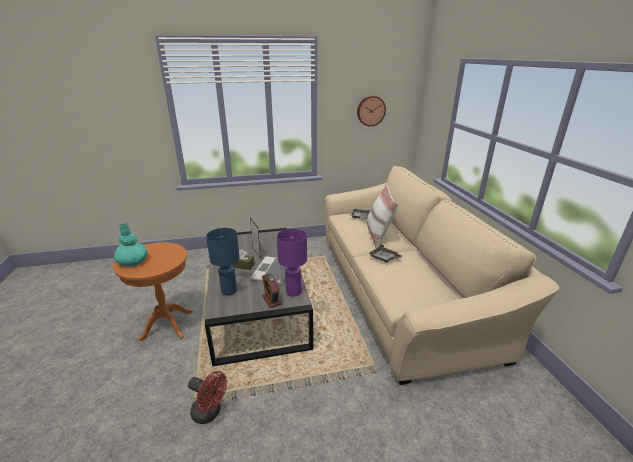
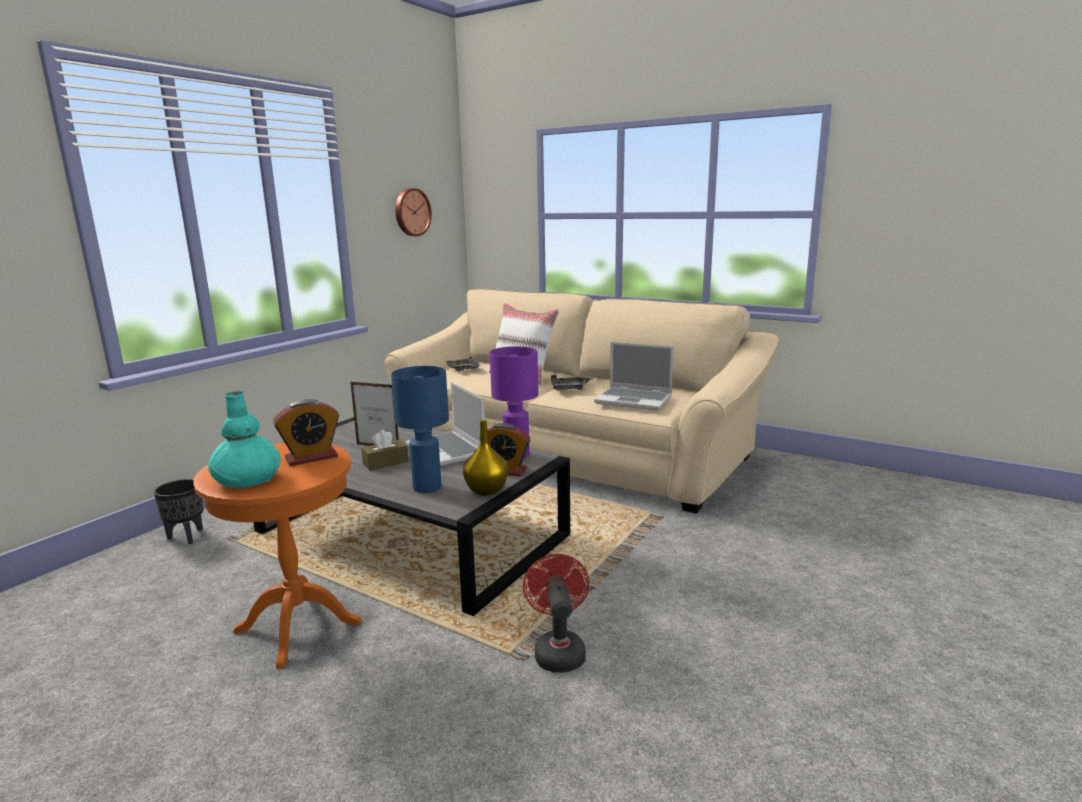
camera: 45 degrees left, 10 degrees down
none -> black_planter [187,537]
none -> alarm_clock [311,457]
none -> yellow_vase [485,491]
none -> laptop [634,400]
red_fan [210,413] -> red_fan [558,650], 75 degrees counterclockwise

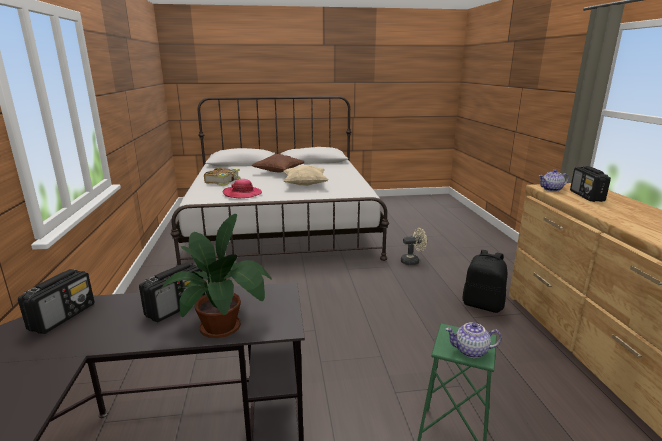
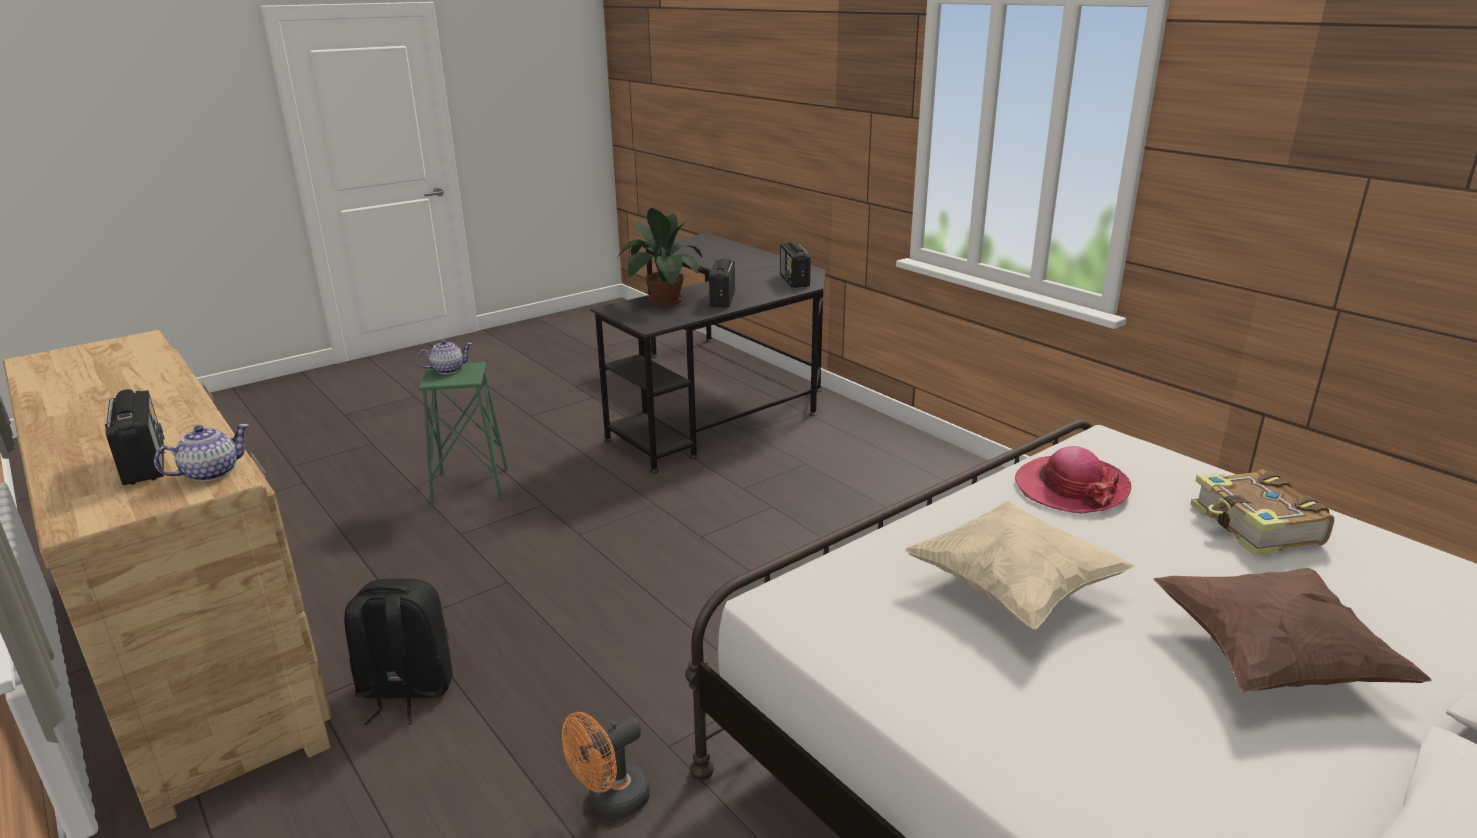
camera: 150 degrees right, 5 degrees up
beige_fan [412,261] -> orange_fan [610,801]

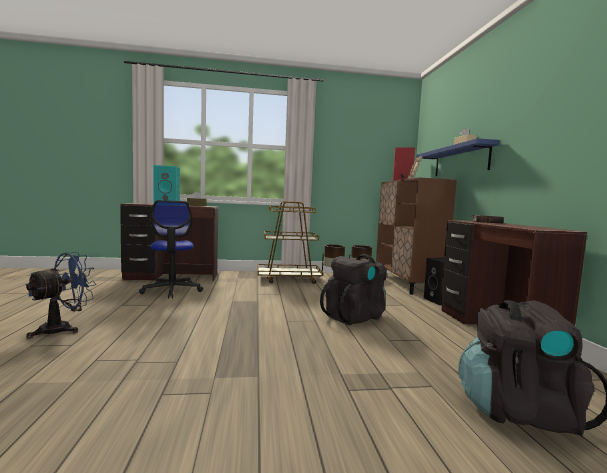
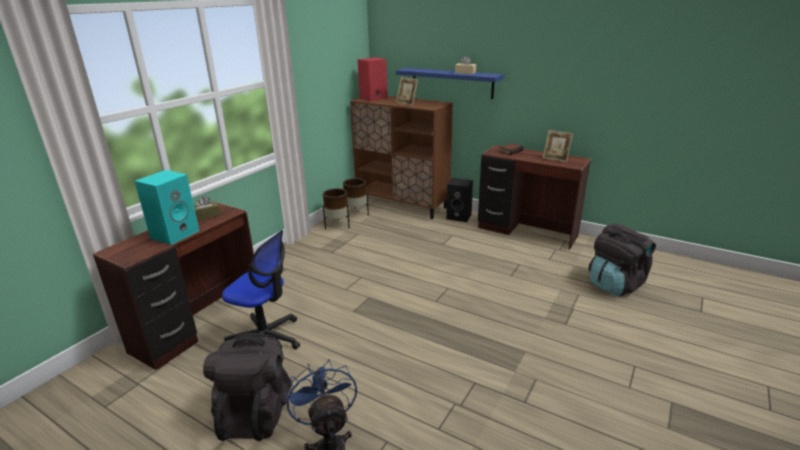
camera: 50 degrees left, 20 degrees up
brown_cart [289,279] -> none
none -> picture_frame [556,159]
black_backpack [355,317] -> black_backpack [256,412], relocated

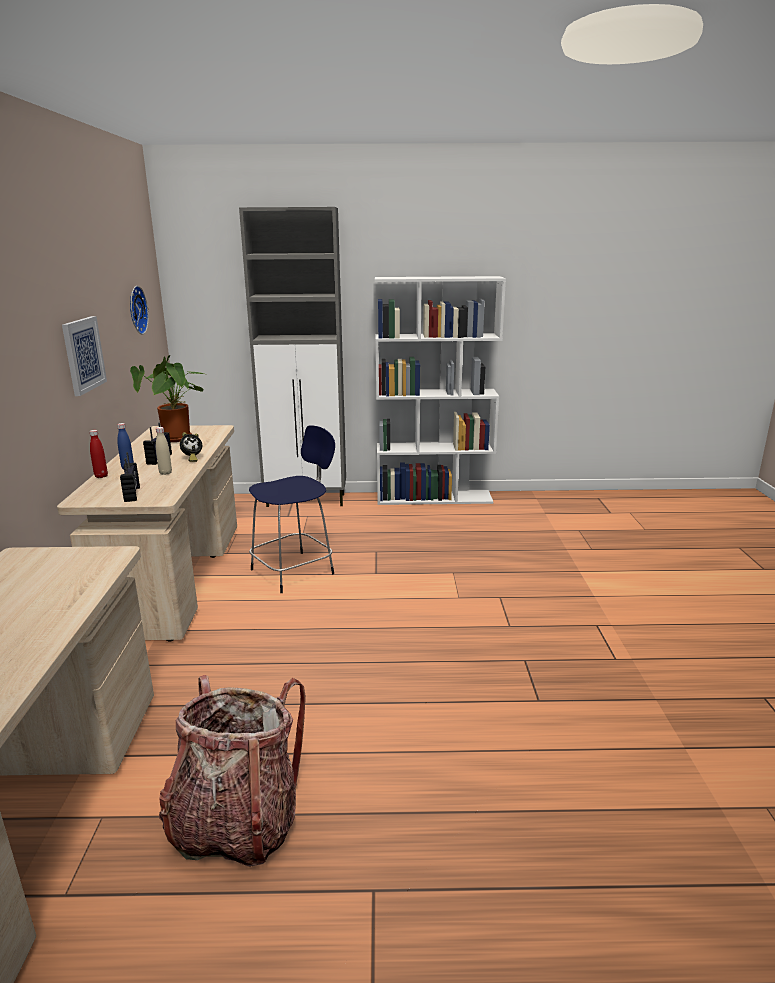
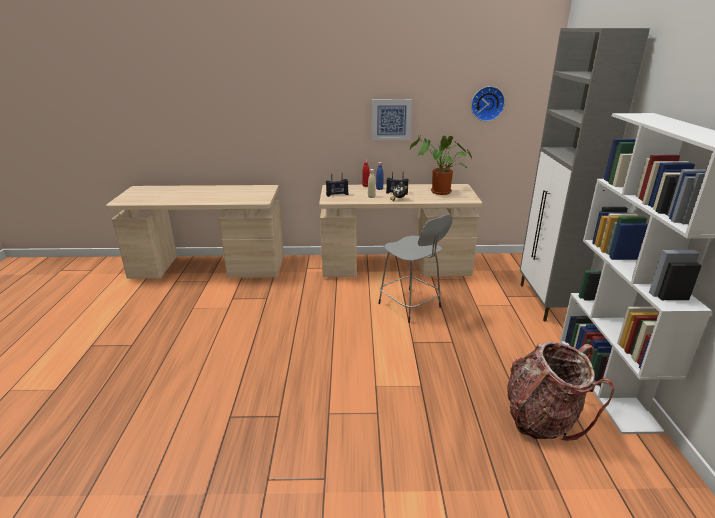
camera: 90 degrees right, 5 degrees up
backpack [237,823] -> backpack [542,418], relocated
blue_stool [295,571] -> grey_stool [411,306]

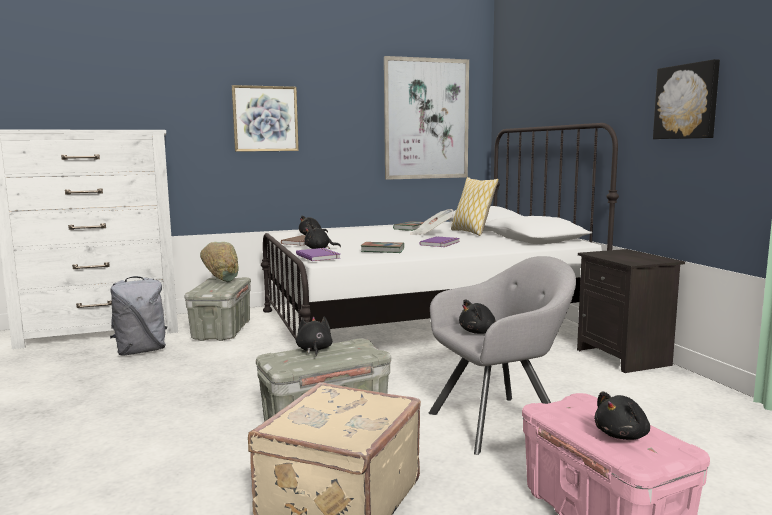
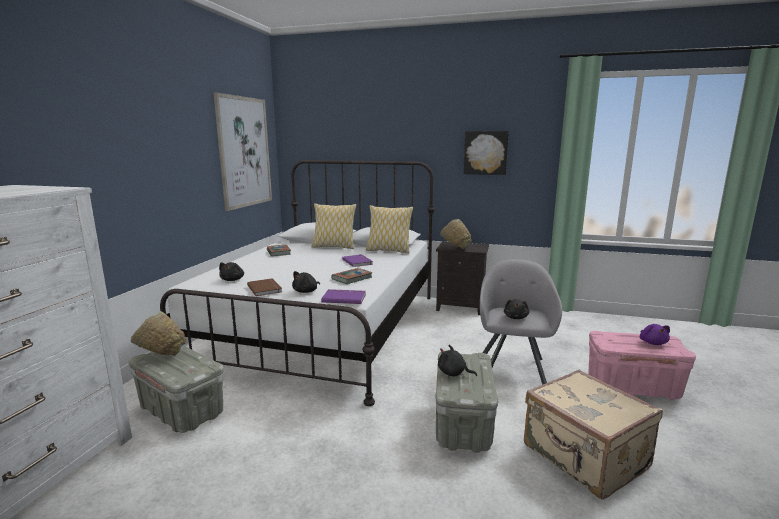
camera: 55 degrees left, 5 degrees up
grey_backpack [141,351] -> none
picture [265,119] -> none
newspaper [431,234] -> none
none -> pillow [388,251]
none -> green_bowl [455,248]
black_plush_toy [623,435] -> purple_plush_toy [652,342]

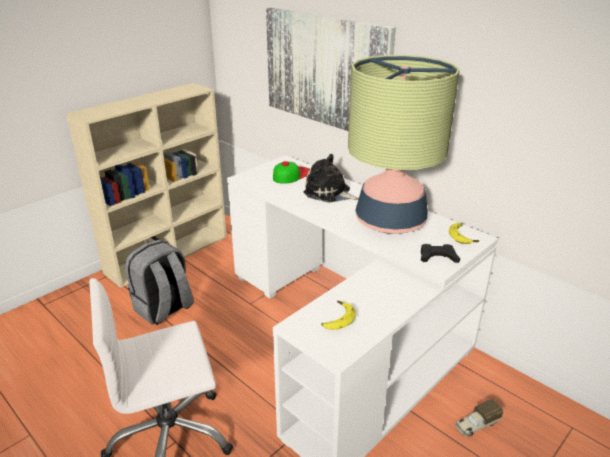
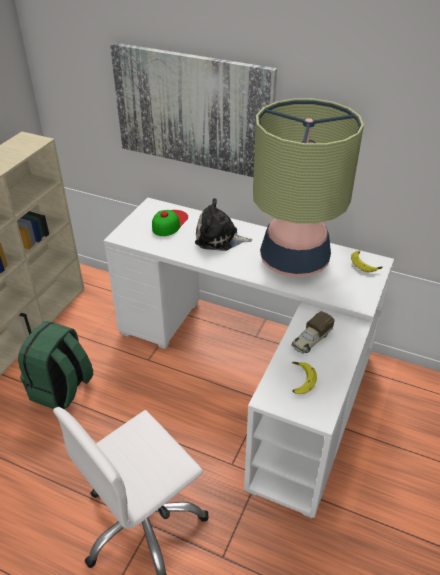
camera: 20 degrees left, 10 degrees up
black_game_controller [438,257] -> none
toy_truck [476,425] -> toy_truck [310,340], relocated
grey_backpack [164,309] -> green_backpack [62,389]

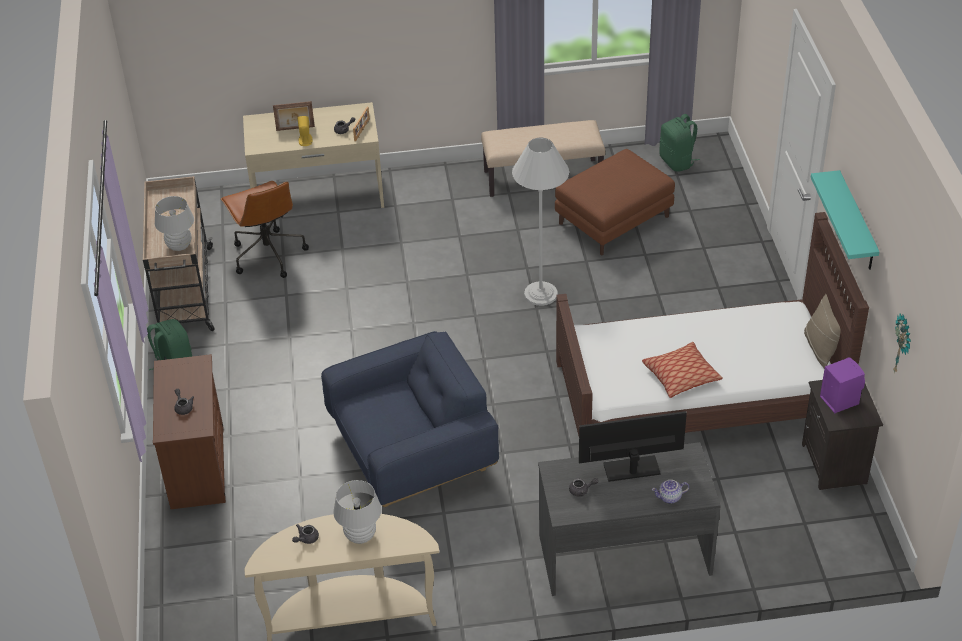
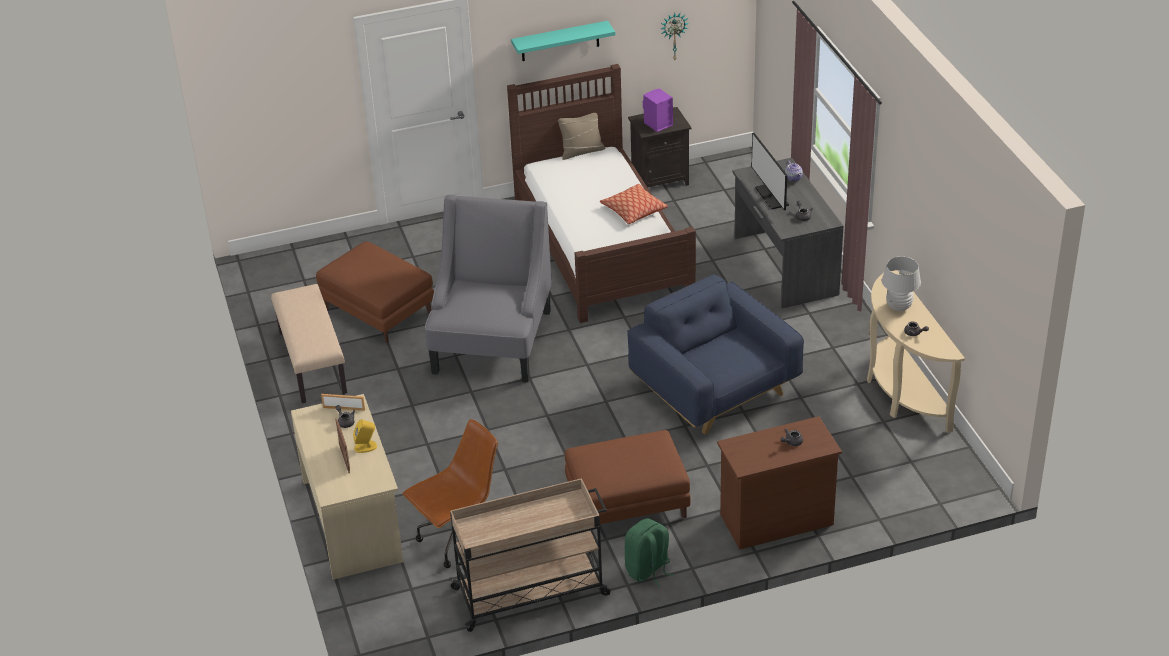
camera: 100 degrees left, 5 degrees down
white_table_lamp [179,246] -> none
green_backpack [677,162] -> none
none -> brown_ottoman [626,504]
white_floor_lamp [541,294] -> grey_armchair [492,342]

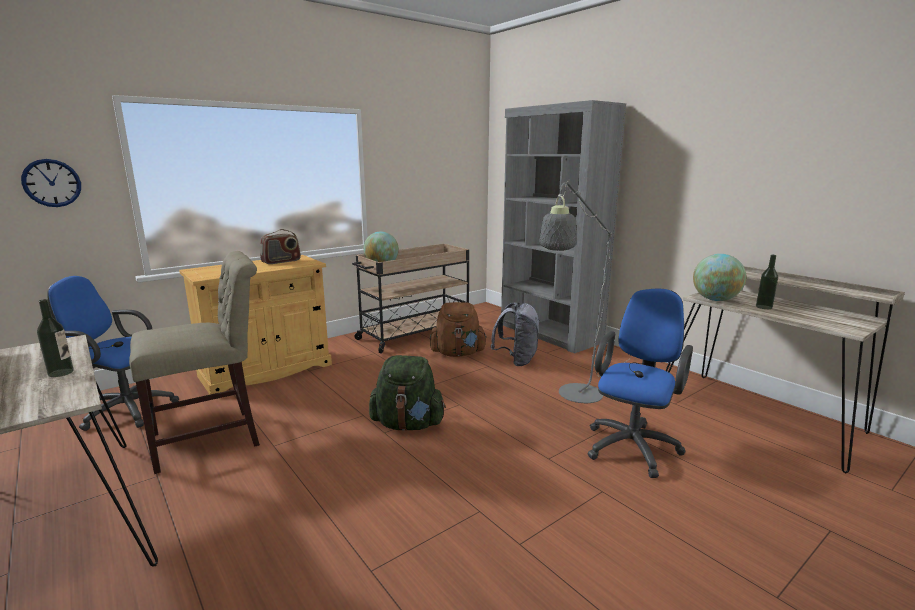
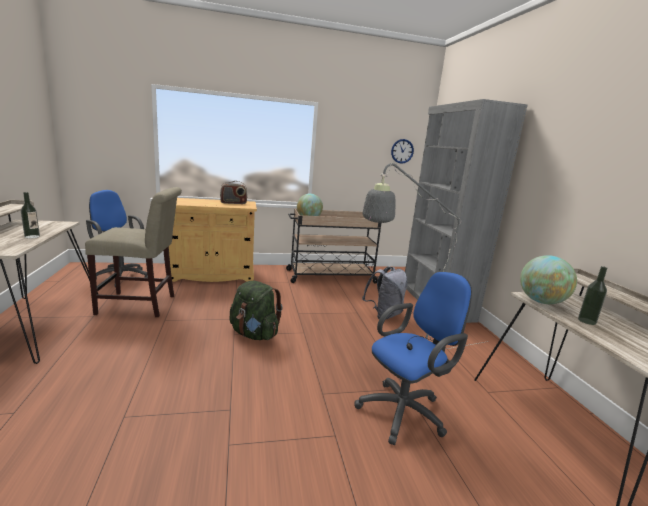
camera: 25 degrees right, 0 degrees up
brown_backpack [458,353] -> none
wall_clock [52,183] -> wall_clock [402,151], relocated

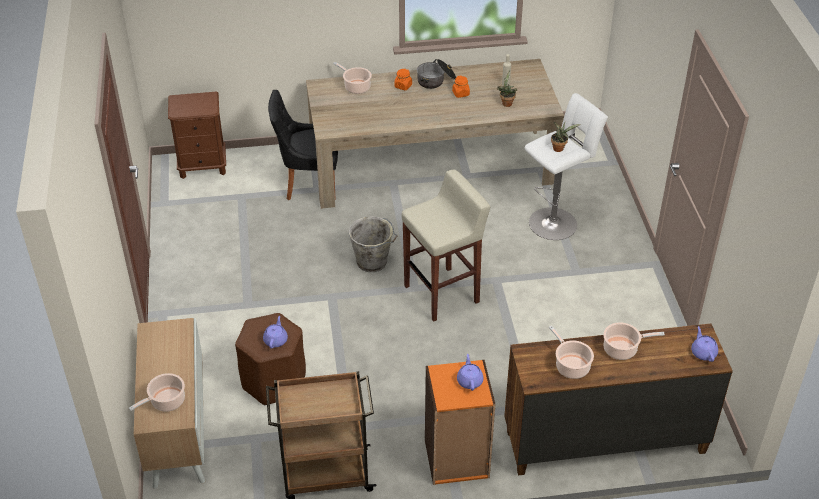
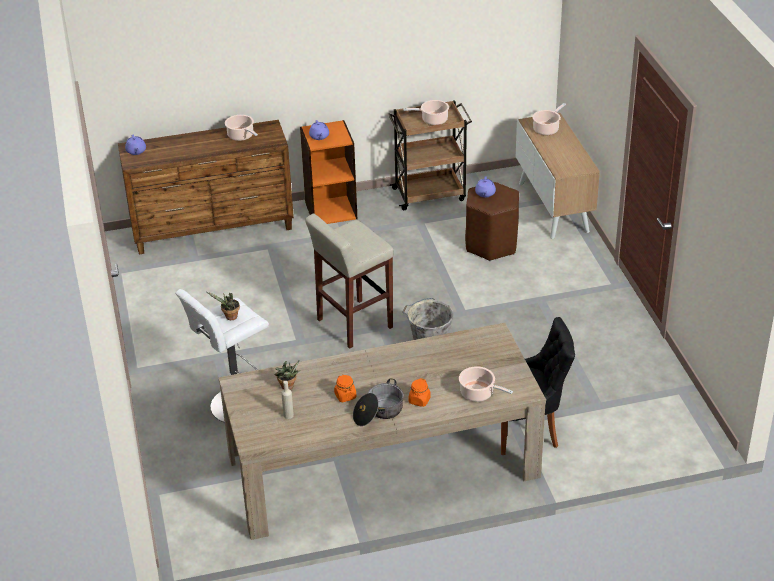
camera: 175 degrees right, 5 degrees down
brown_nightstand [203,166] -> none
cooking_pot [622,349] -> cooking_pot [432,120], relocated

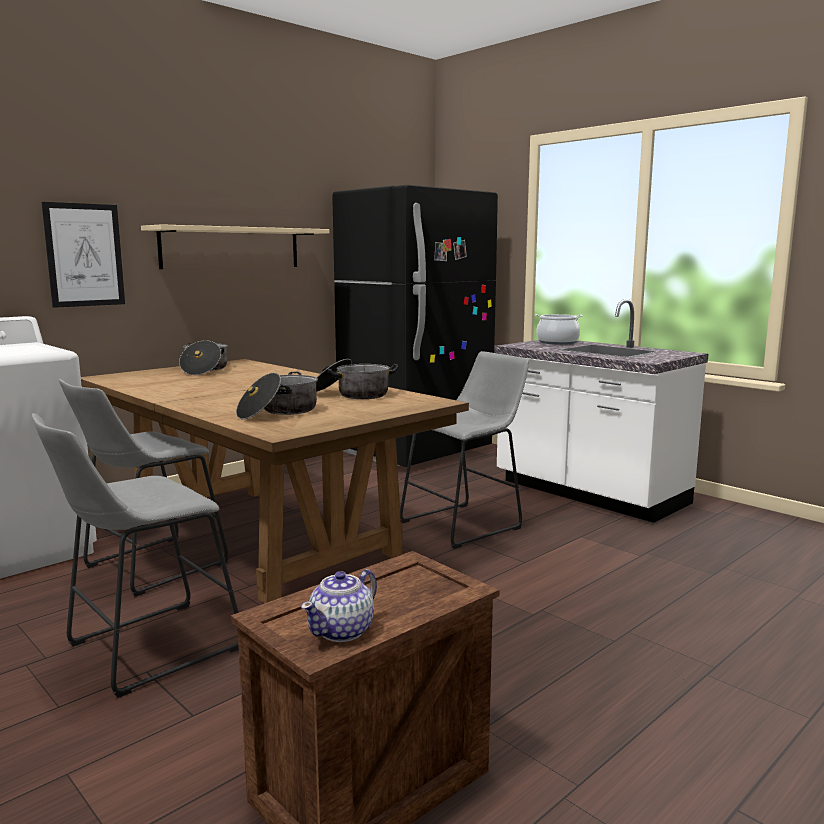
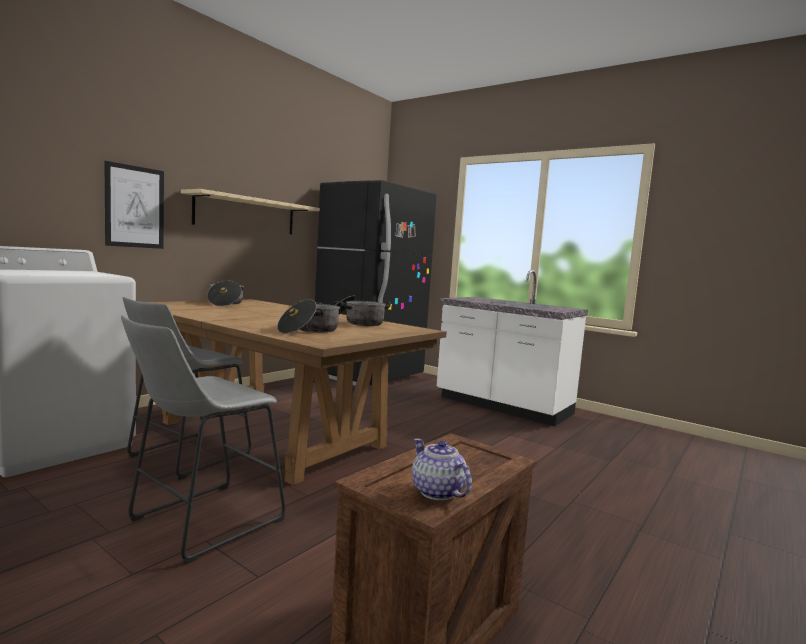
camera: 10 degrees left, 5 degrees down
grey_stool [466,524] -> none
cooking_pot [557,342] -> none
teapot [342,631] -> teapot [437,492], 120 degrees clockwise

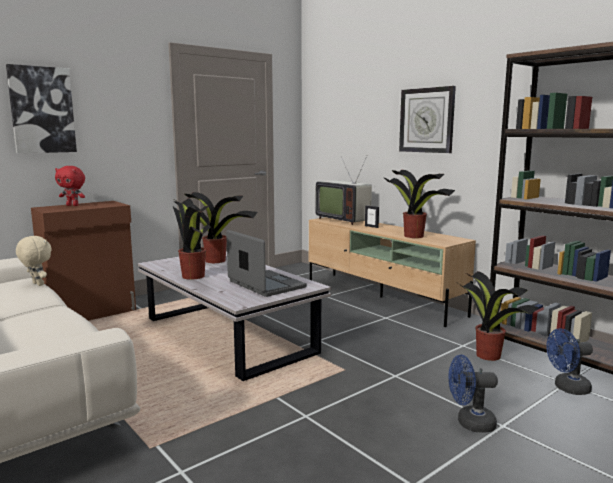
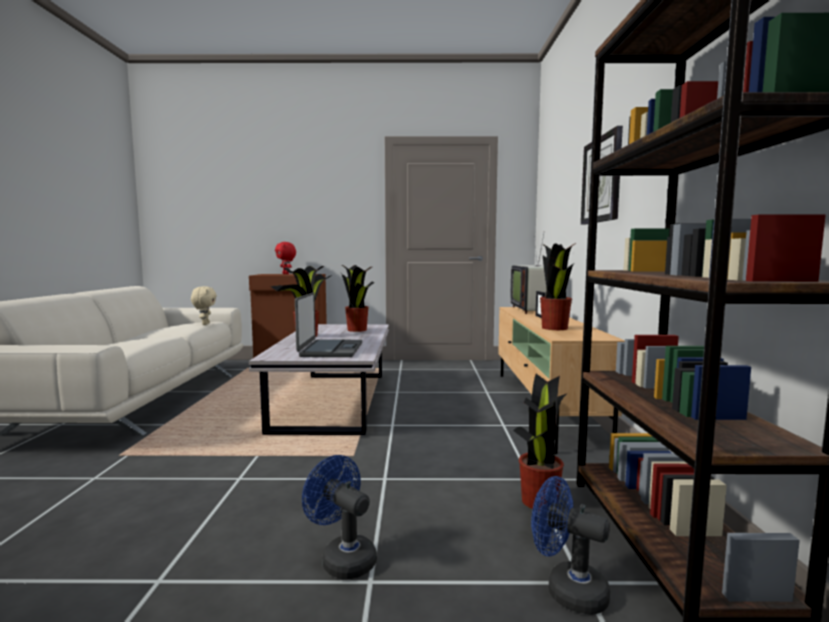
camera: 40 degrees right, 5 degrees down
picture [42,110] -> none

